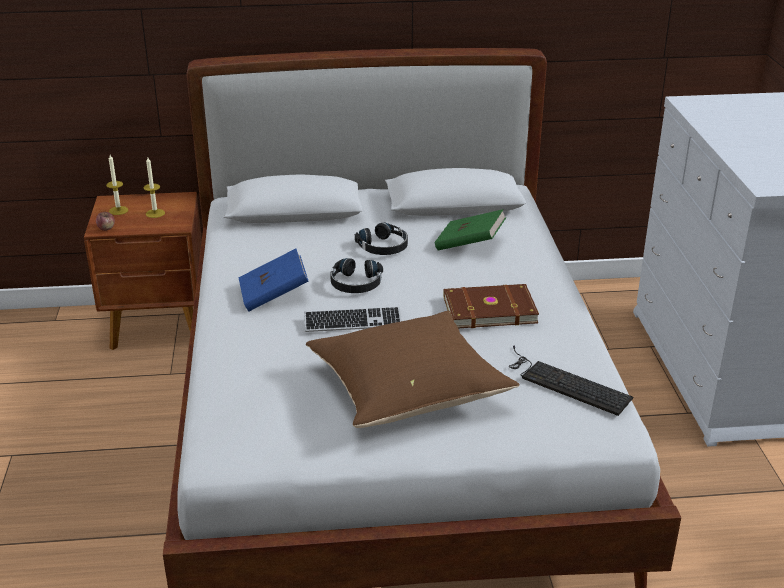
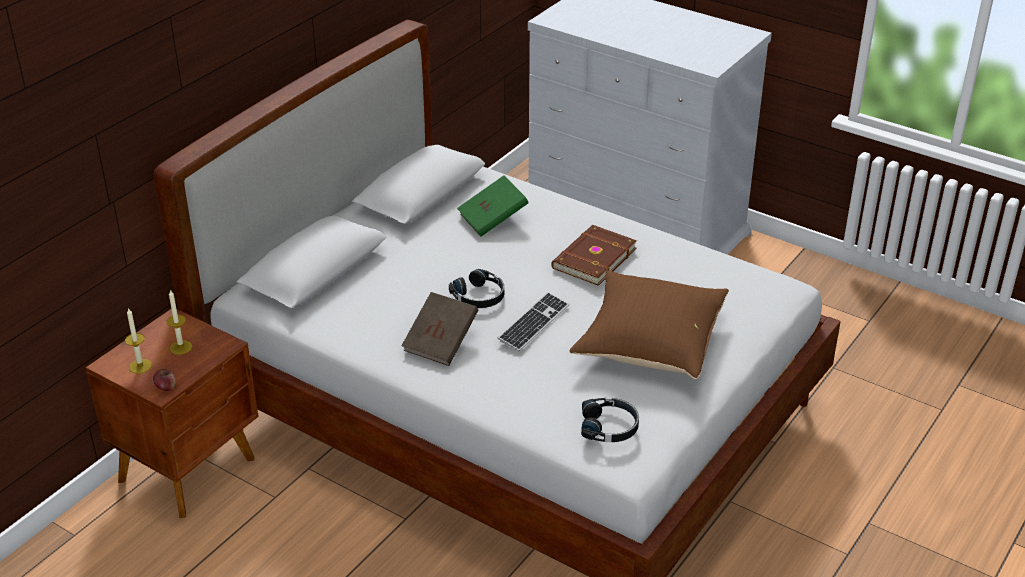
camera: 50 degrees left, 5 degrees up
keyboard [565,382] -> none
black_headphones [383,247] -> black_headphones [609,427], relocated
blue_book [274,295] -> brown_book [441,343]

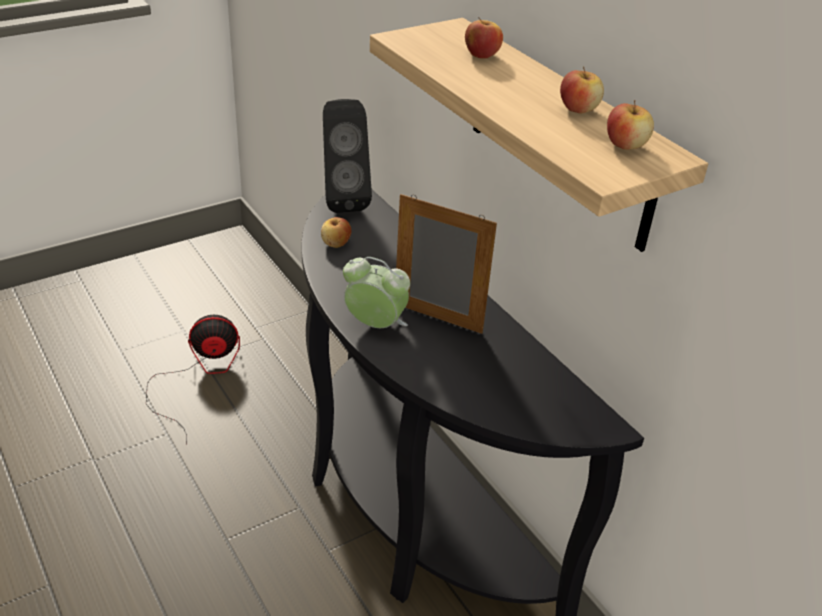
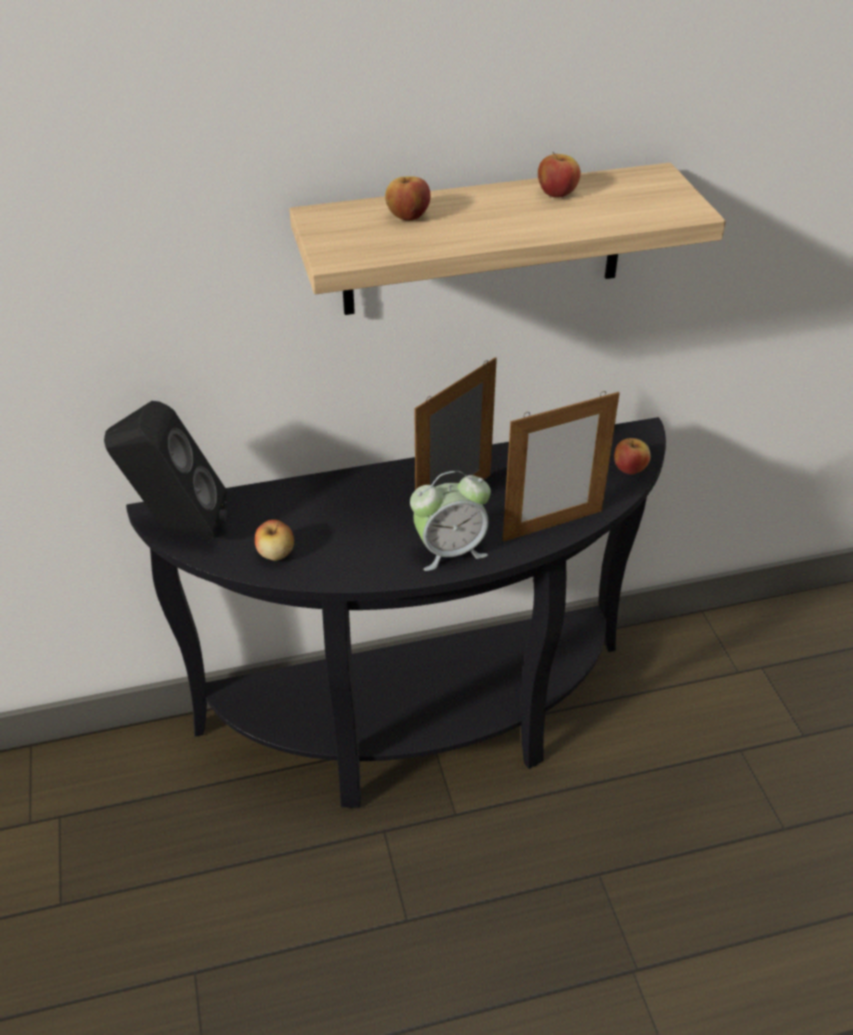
camera: 70 degrees left, 5 degrees up
fan [199,376] -> none
none -> picture_frame [552,525]
apple [625,145] -> apple [629,468], relocated
alarm_clock [375,325] -> alarm_clock [450,550], 150 degrees counterclockwise

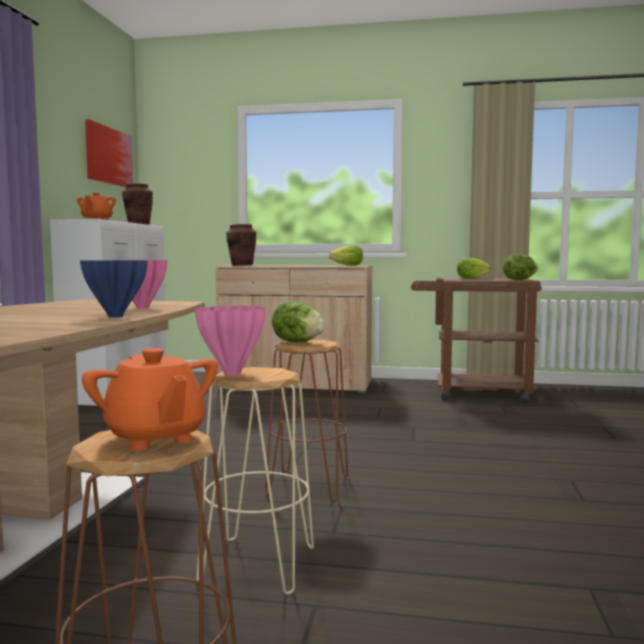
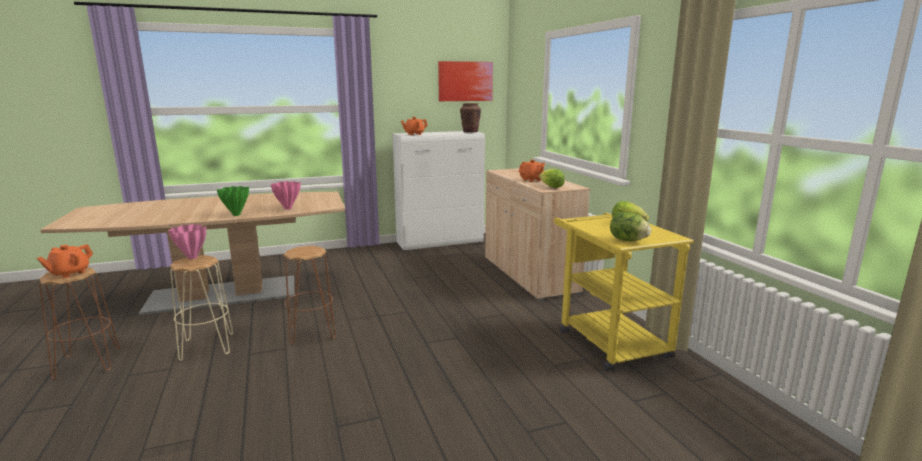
camera: 60 degrees right, 10 degrees up
brown_vase [241,265] -> none
lettuce [298,342] -> none
none -> orange_teapot [531,180]
blue_vase [114,316] -> green_vase [236,215]
brown_cart [472,393] -> yellow_cart [607,339]

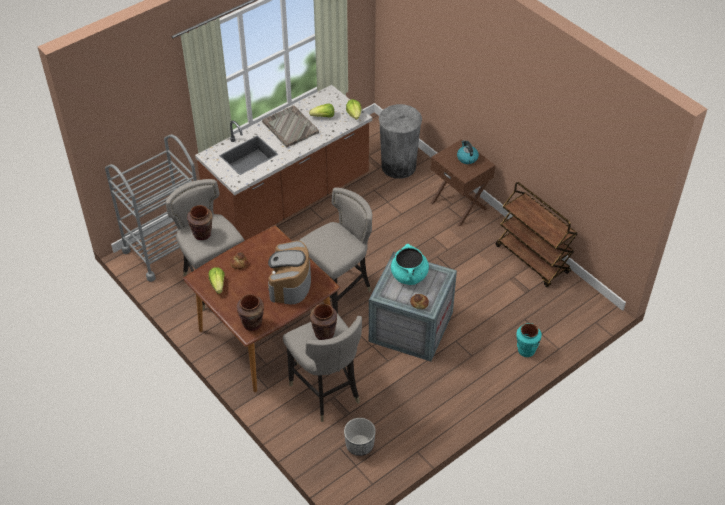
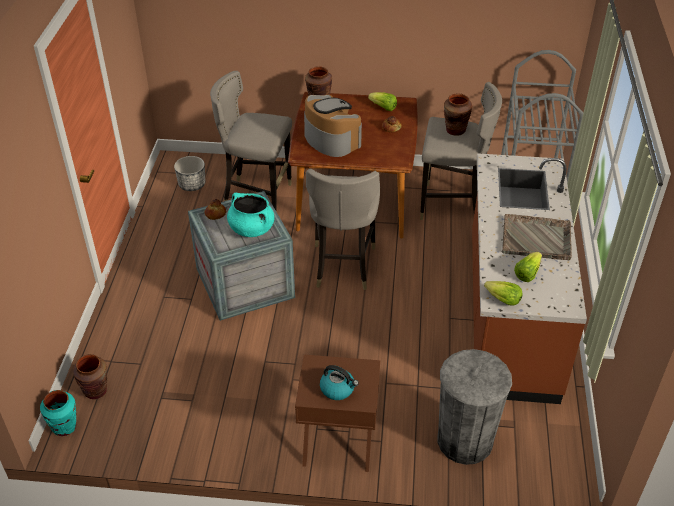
camera: 135 degrees right, 5 degrees down
brown_cart [533,259] -> none
brown_vase [324,334] -> brown_vase [96,391], relocated
turquoise_vase [526,350] -> turquoise_vase [65,427], relocated

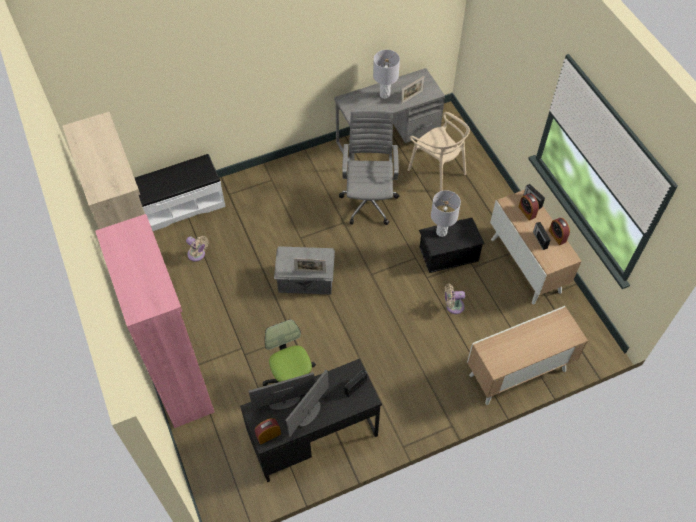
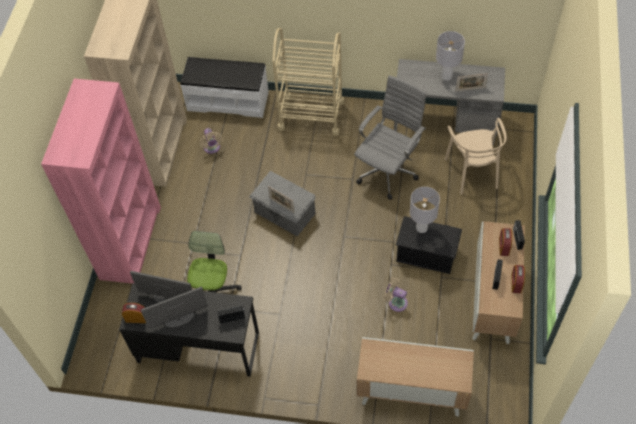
camera: 35 degrees right, 0 degrees up
none -> beige_cart [311,115]

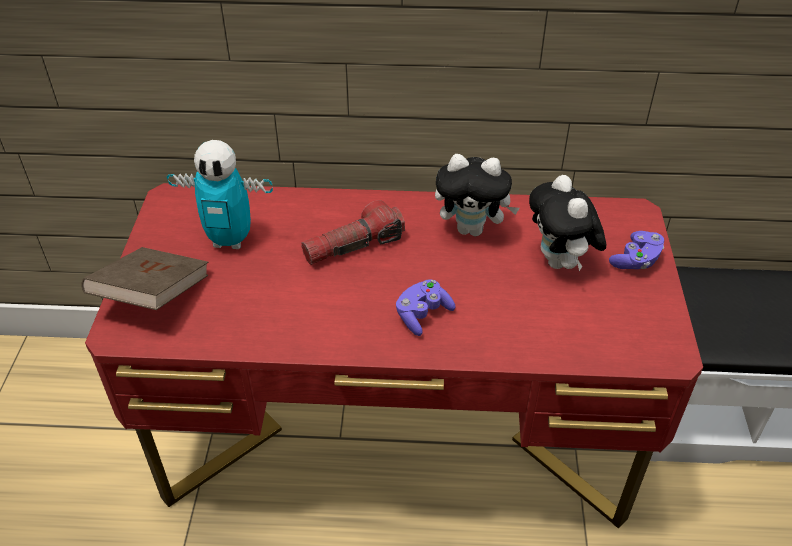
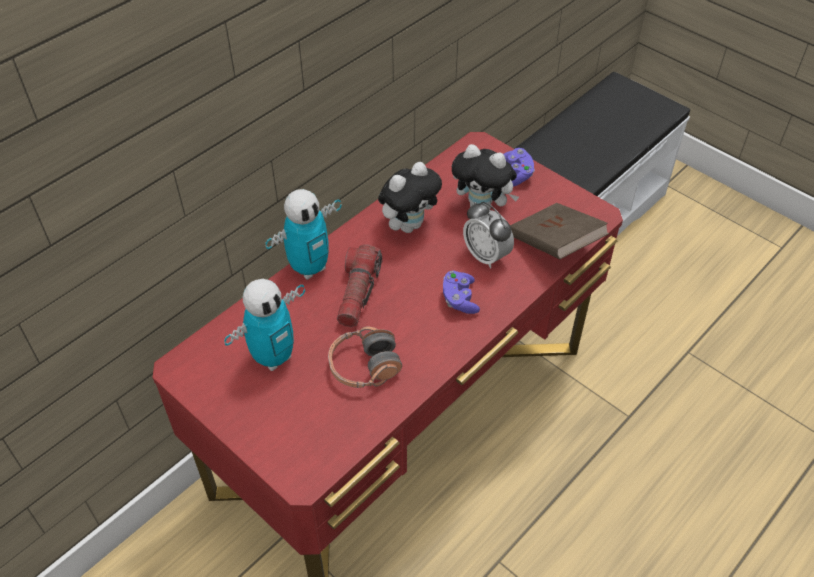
camera: 50 degrees left, 5 degrees up
none -> toy_robot [309,268]
none -> headphones [364,366]
none -> alarm_clock [486,256]
brown_book [153,296] -> brown_book [554,245], relocated

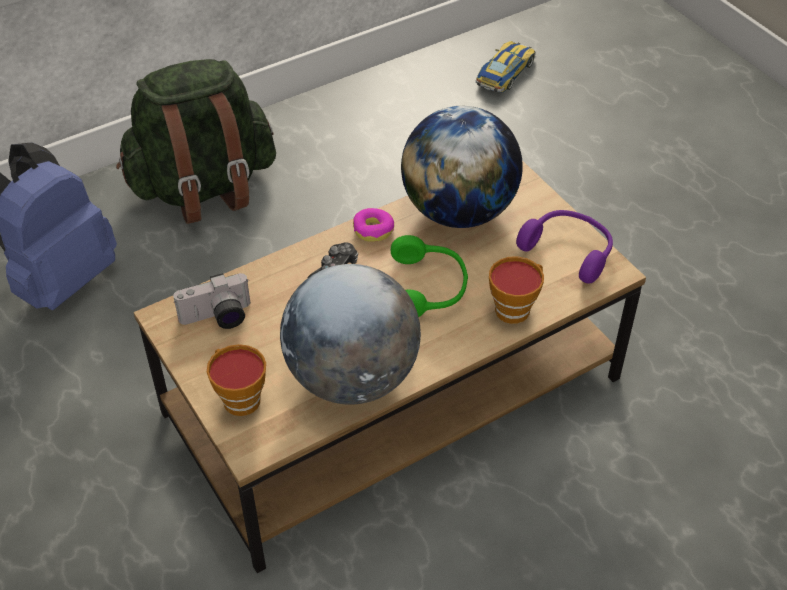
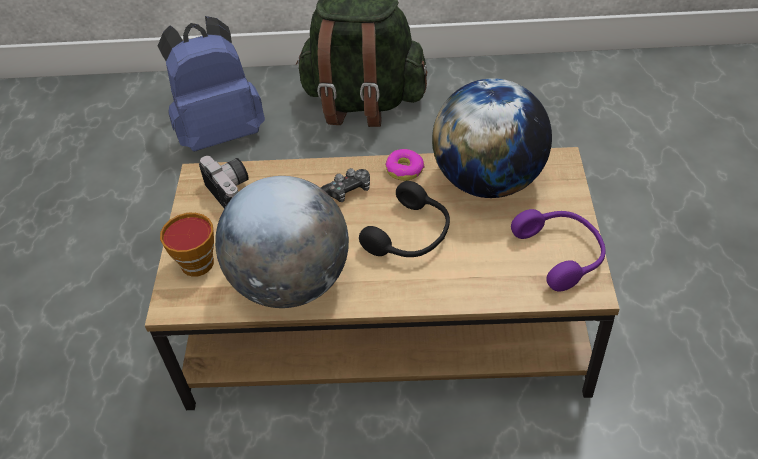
camera: 35 degrees right, 0 degrees up
toy_car [505,73] -> none
cup [515,308] -> none
green_headphones [428,288] -> black_headphones [411,235]
photo_camera [218,318] -> photo_camera [233,192], 135 degrees counterclockwise

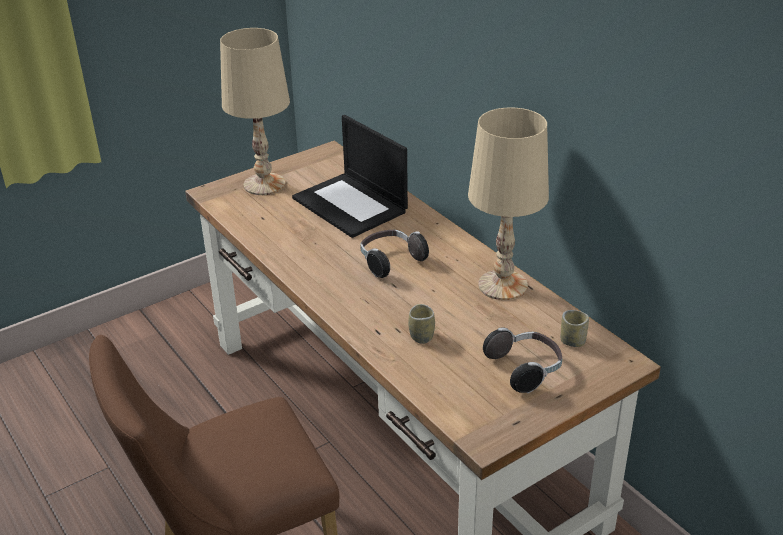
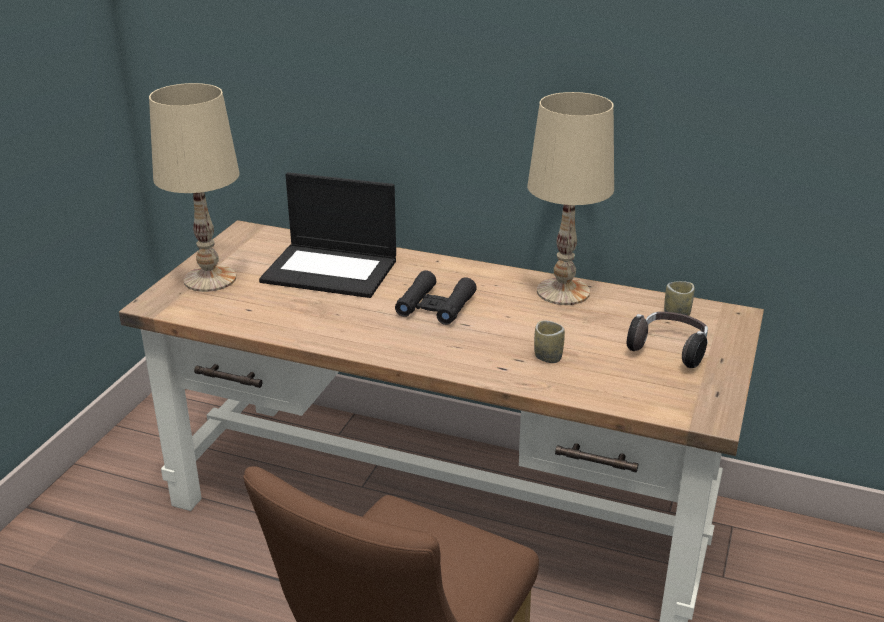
camera: 35 degrees left, 5 degrees down
headphones [390,261] -> black_binoculars [435,306]

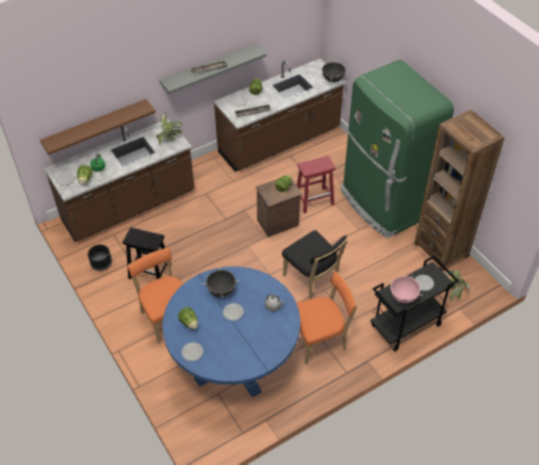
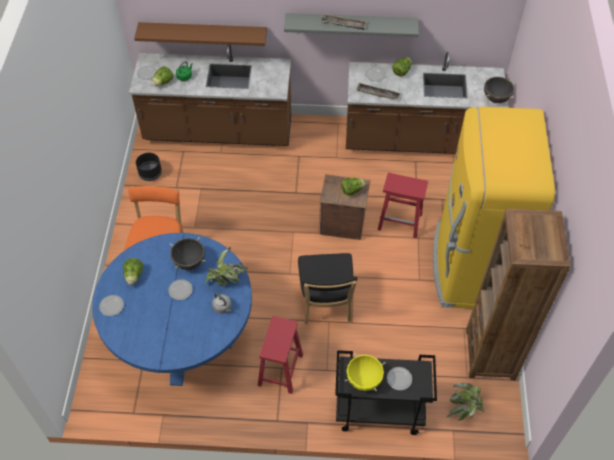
camera: 35 degrees right, 5 degrees up
black_stool [150,272] -> none
potted_plant [170,138] -> potted_plant [225,280], relocated
orange_chair [320,340] -> red_stool [280,371]
green_fridge [383,204] -> yellow_fridge [470,267]
pink_cooking_pot [403,297] -> yellow_cooking_pot [364,380]

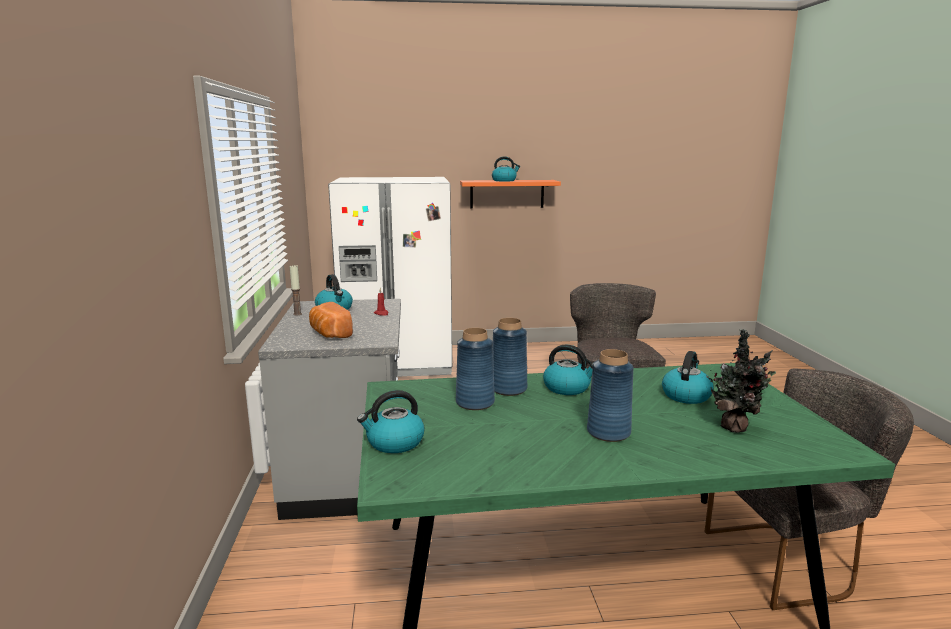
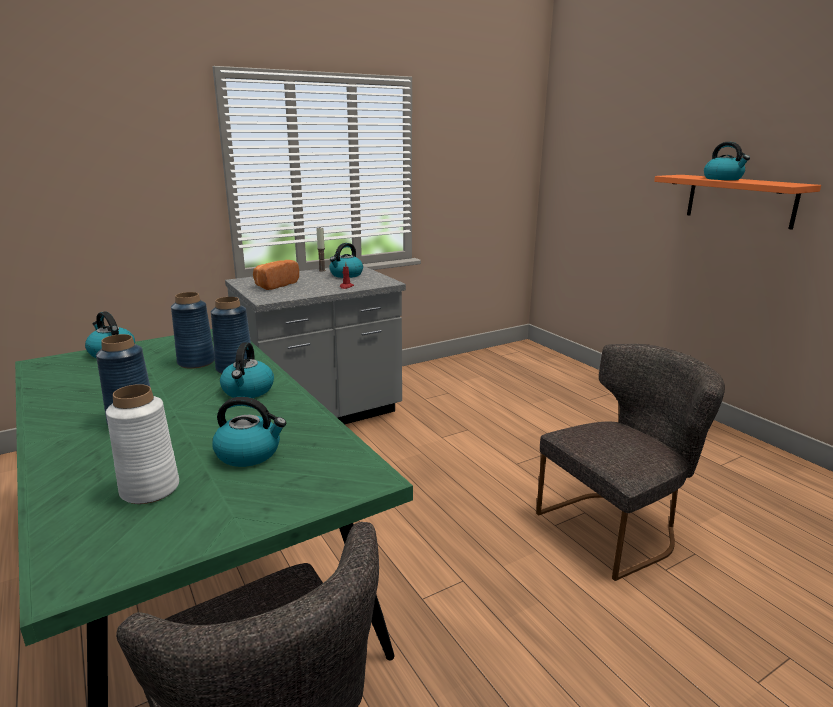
camera: 65 degrees right, 5 degrees up
white_fridge [398,362] -> none
potted_plant [735,427] -> white_vase [150,489]

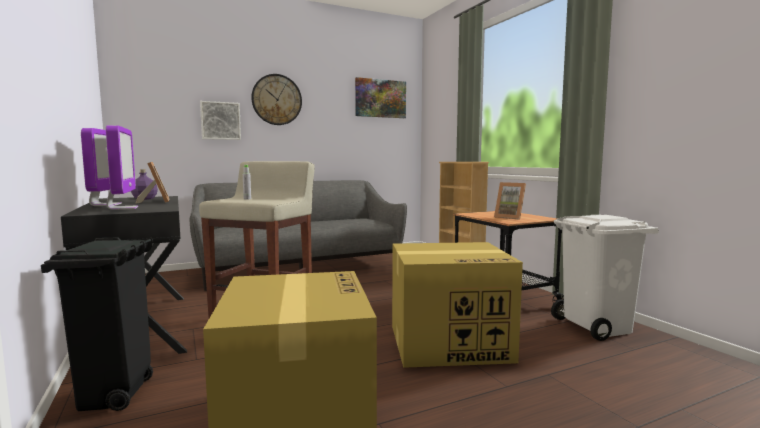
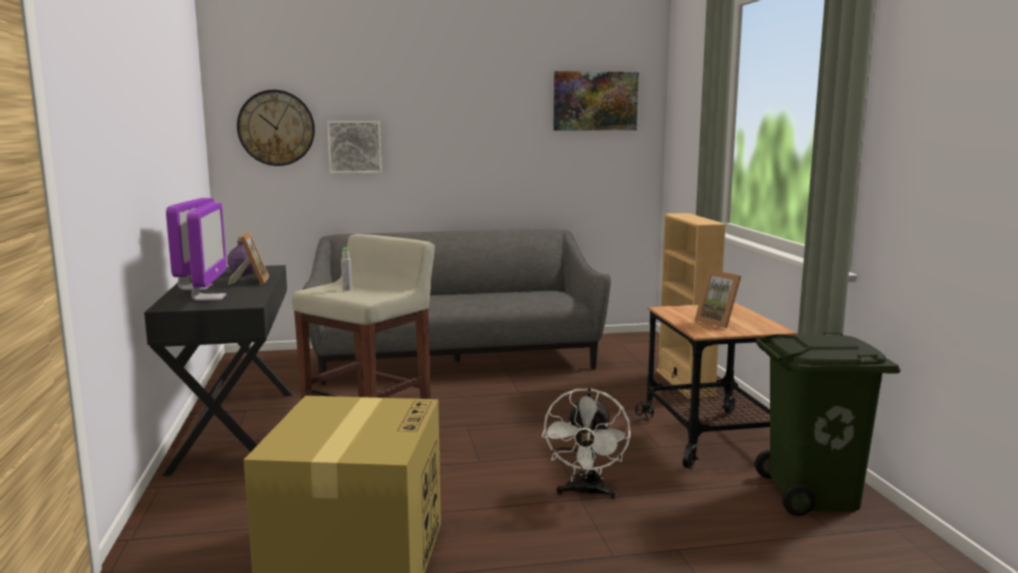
camera: 15 degrees right, 5 degrees up
black_trash_can [114,396] -> none
wall_clock [277,99] -> wall_clock [276,128], relocated
cardboard_box [450,343] -> white_fan [586,493]
white_trash_can [597,327] -> green_trash_can [814,495]

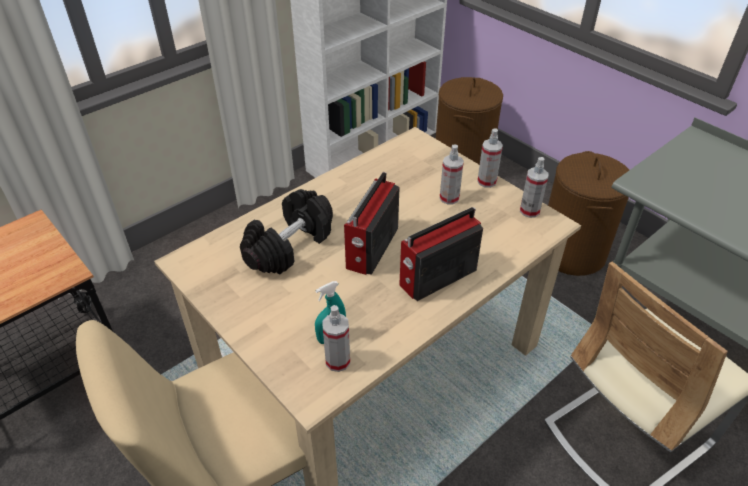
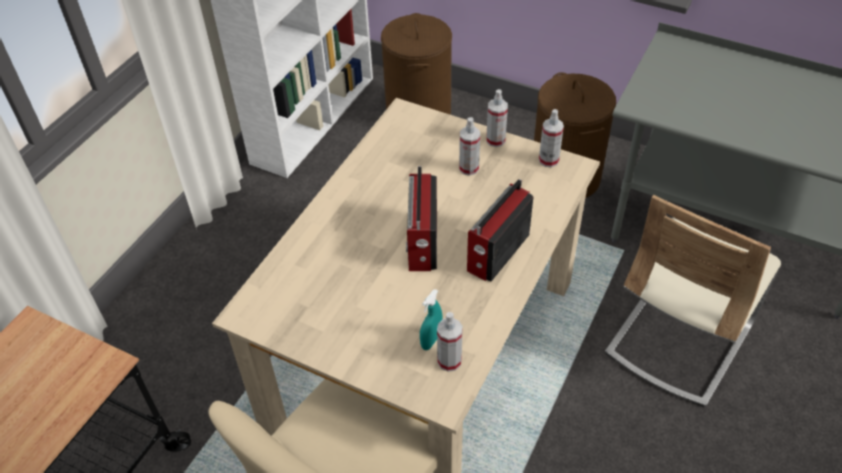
camera: 20 degrees left, 5 degrees up
black_dumbbell [289,245] -> none

